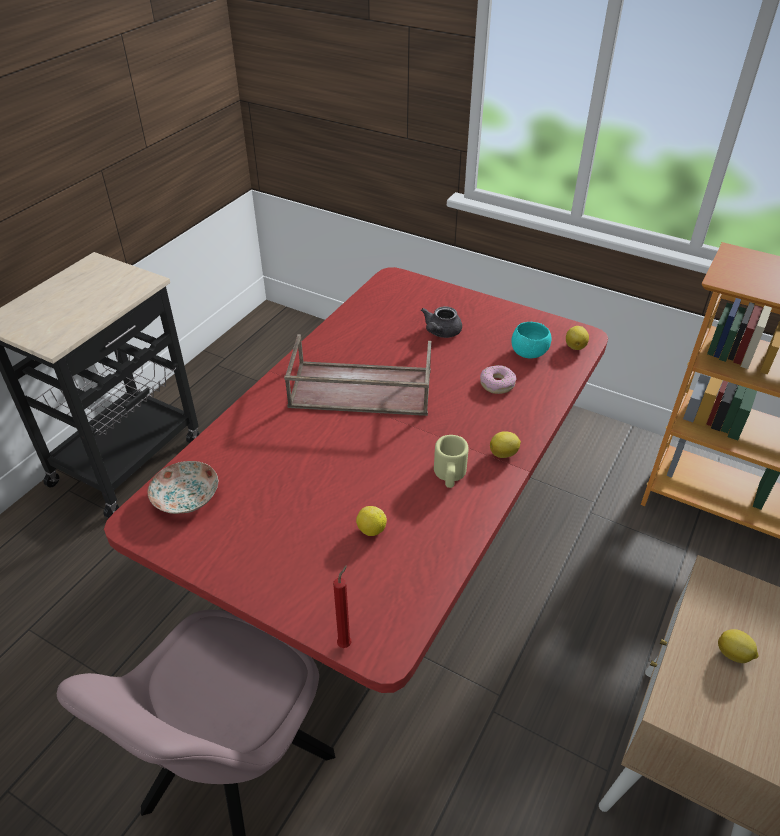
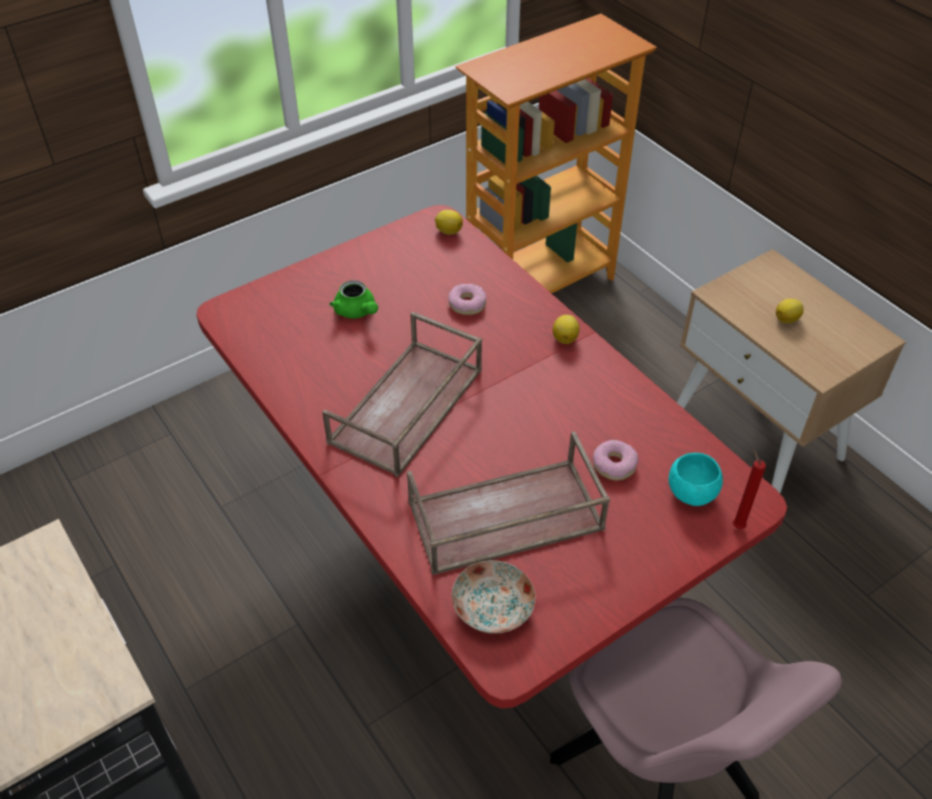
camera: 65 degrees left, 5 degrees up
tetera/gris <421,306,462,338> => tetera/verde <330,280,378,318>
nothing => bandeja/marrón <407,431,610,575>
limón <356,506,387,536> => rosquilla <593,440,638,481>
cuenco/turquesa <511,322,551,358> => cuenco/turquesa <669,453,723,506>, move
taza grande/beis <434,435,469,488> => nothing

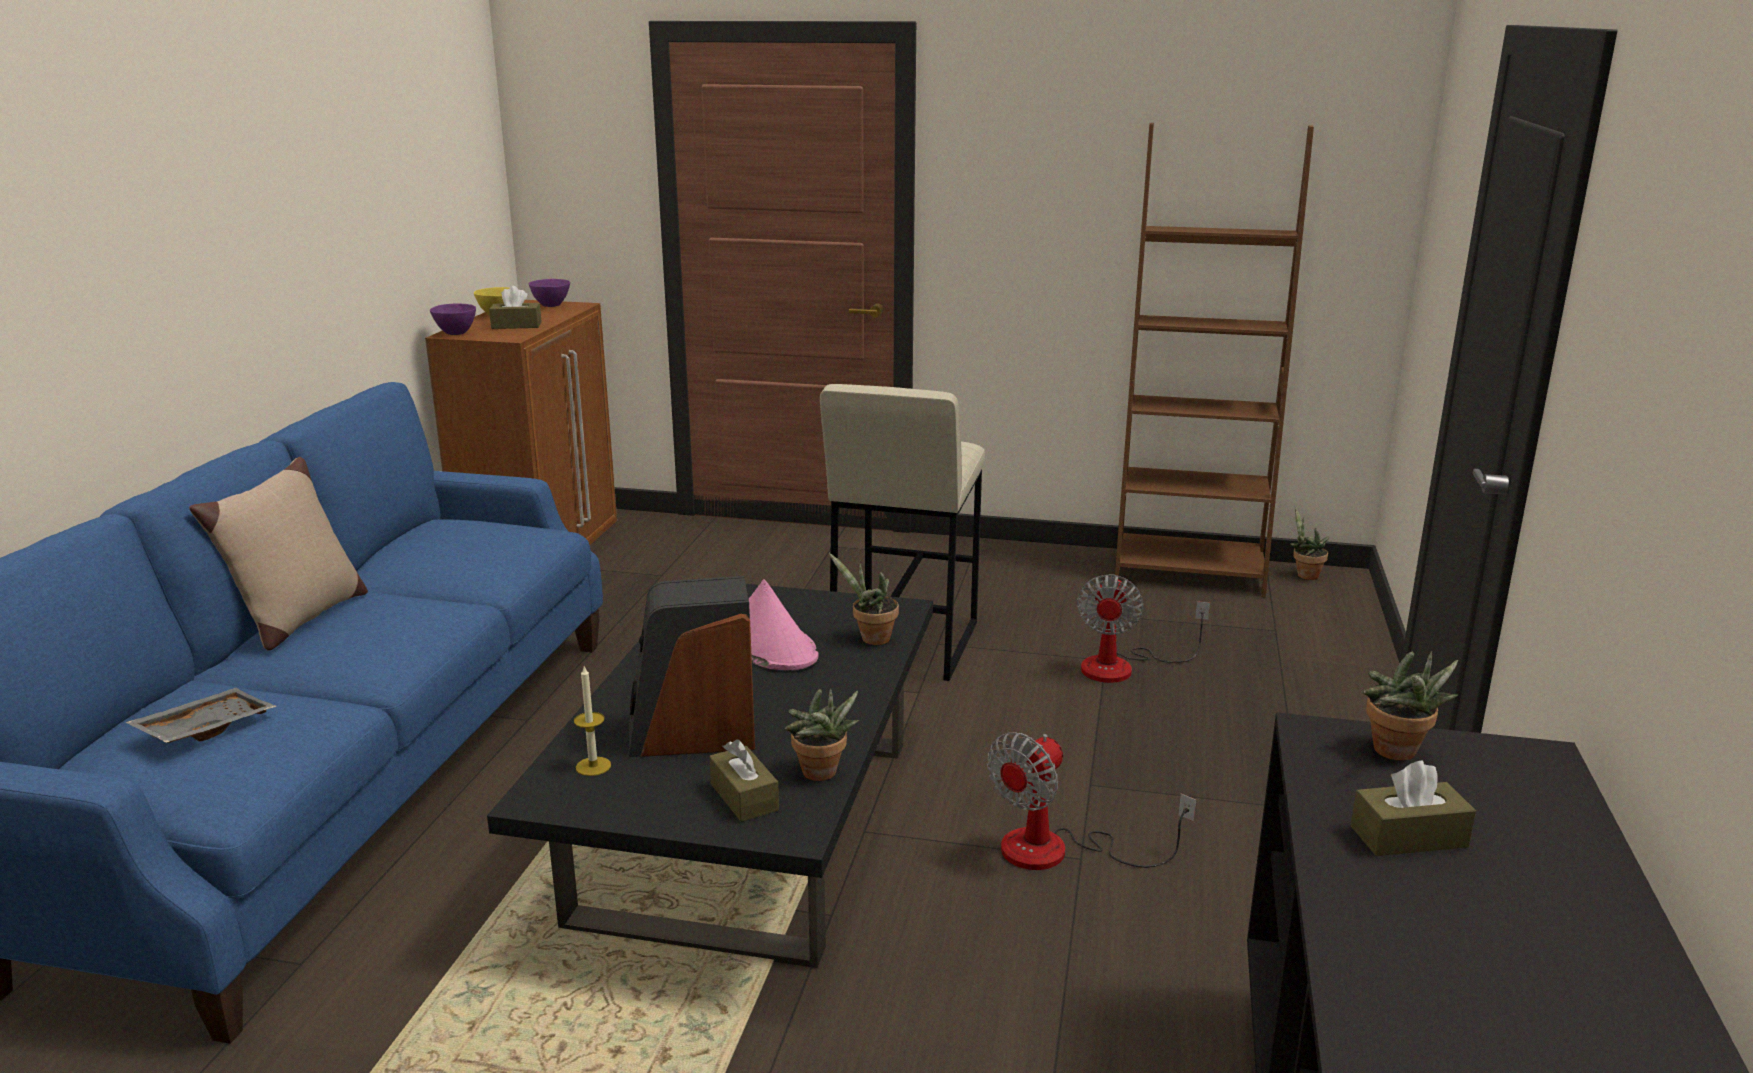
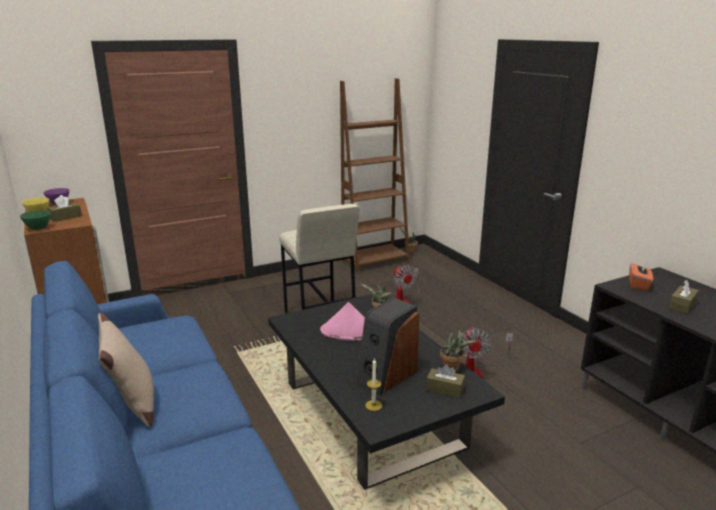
camera: 40 degrees left, 0 degrees up
cuenco/morado <430,304,476,335> => cuenco/verde <20,210,51,230>
planta en maceta <1363,652,1458,761> => caja de pañuelos/naranja <629,261,653,290>
bandeja/gris <125,688,277,743> => nothing

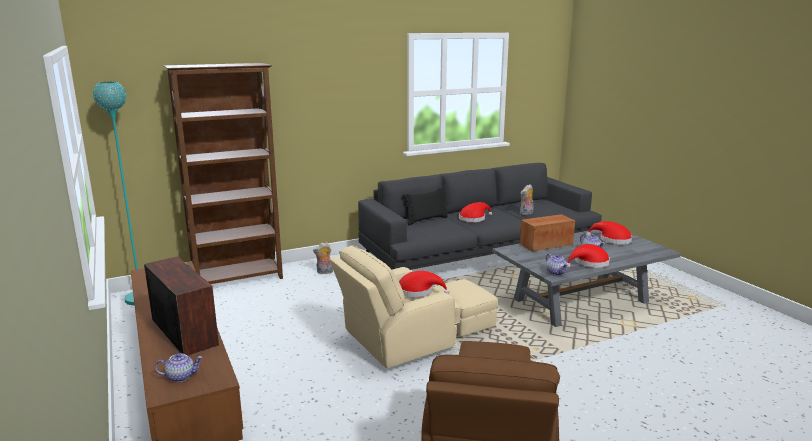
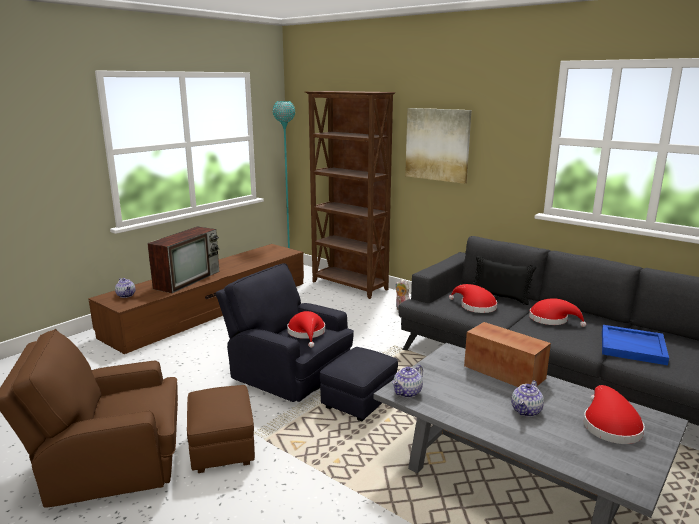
camera: 65 degrees right, 0 degrees up
sillón/beis <329,245,498,368> => sillón/negro <216,263,398,422>
nothing => cuadro <405,108,472,184>
sombrero/rojo <567,244,610,268> => sombrero/rojo <449,284,497,313>, move
peluche <520,184,534,215> => bandeja/azul <602,325,669,365>

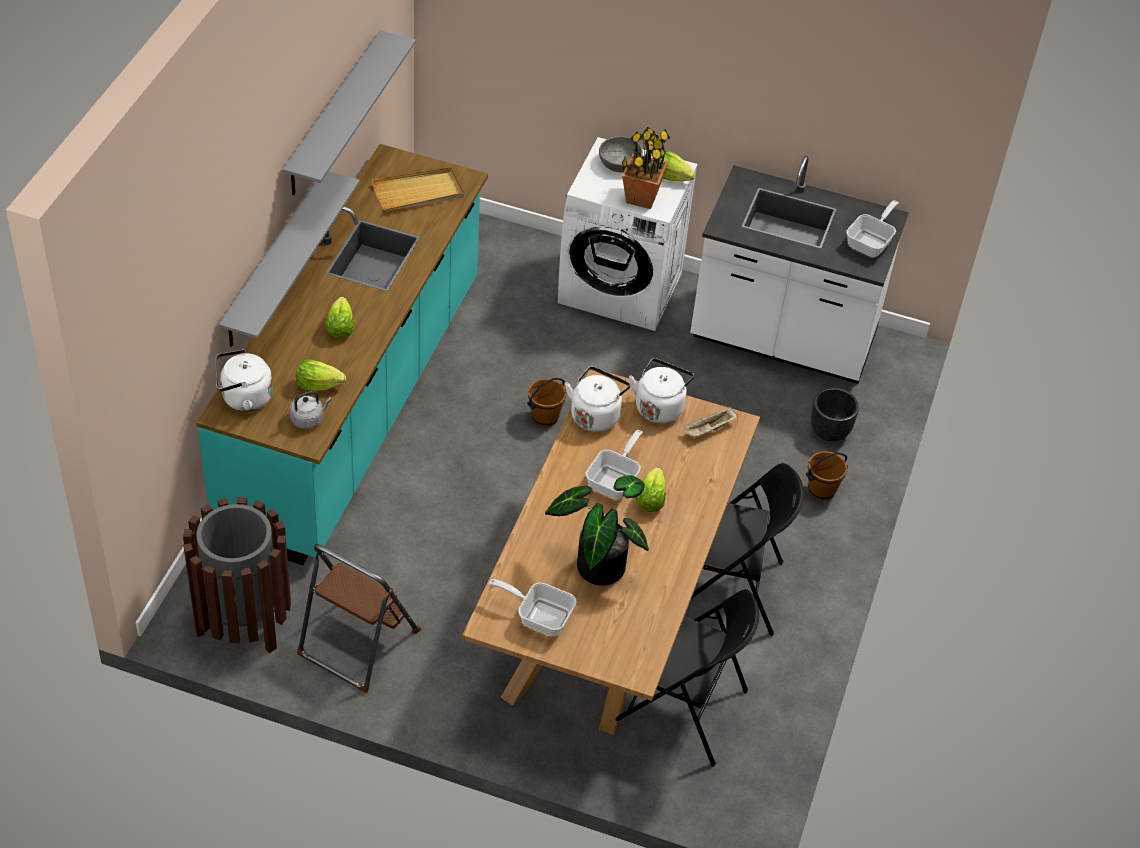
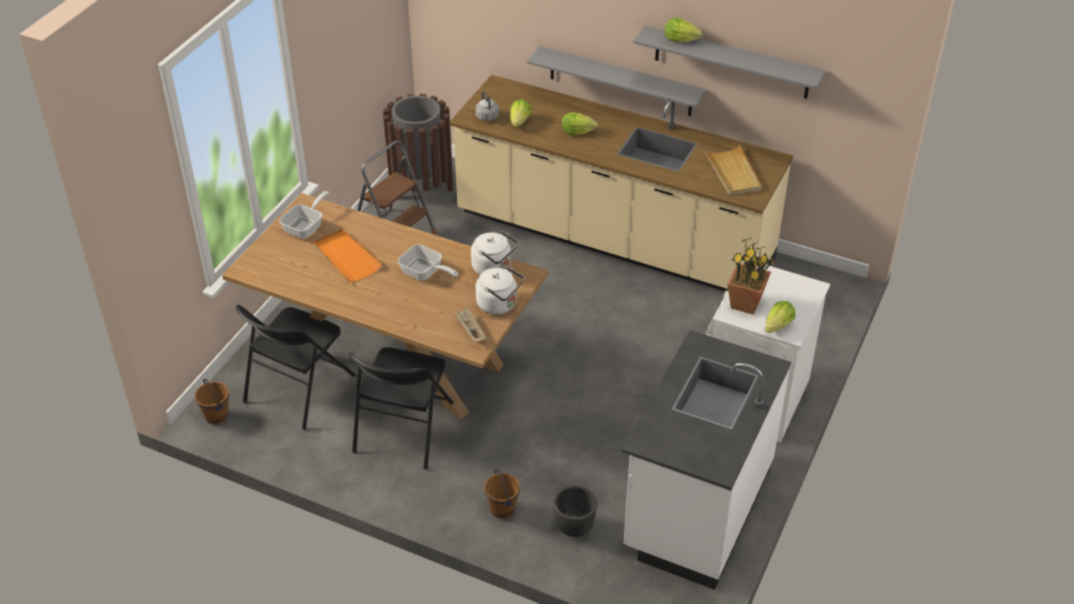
camera: 100 degrees right, 5 degrees down
cubo/marrón <527,378,566,427> => cubo/marrón <195,379,229,425>, move
planta en maceta <545,475,649,586> => bandeja/naranja <313,229,382,282>
mueble bajo de cocina/turquesa <196,144,488,565> => mueble bajo de cocina/beis <449,75,793,291>
lechuga <635,468,666,512> => lechuga <665,18,702,42>, move
hervidor/blanco <216,349,273,412> => nothing
cuenco/gris <599,136,643,172> => nothing
sartén <846,200,899,257> => nothing

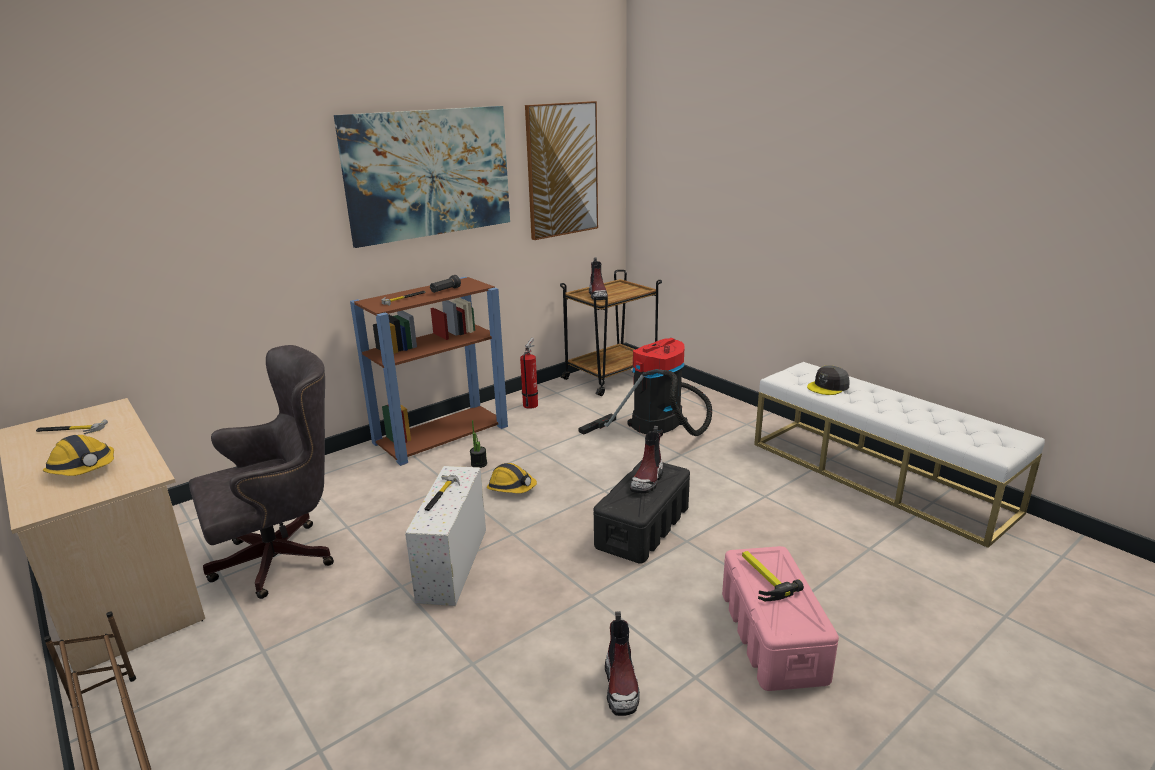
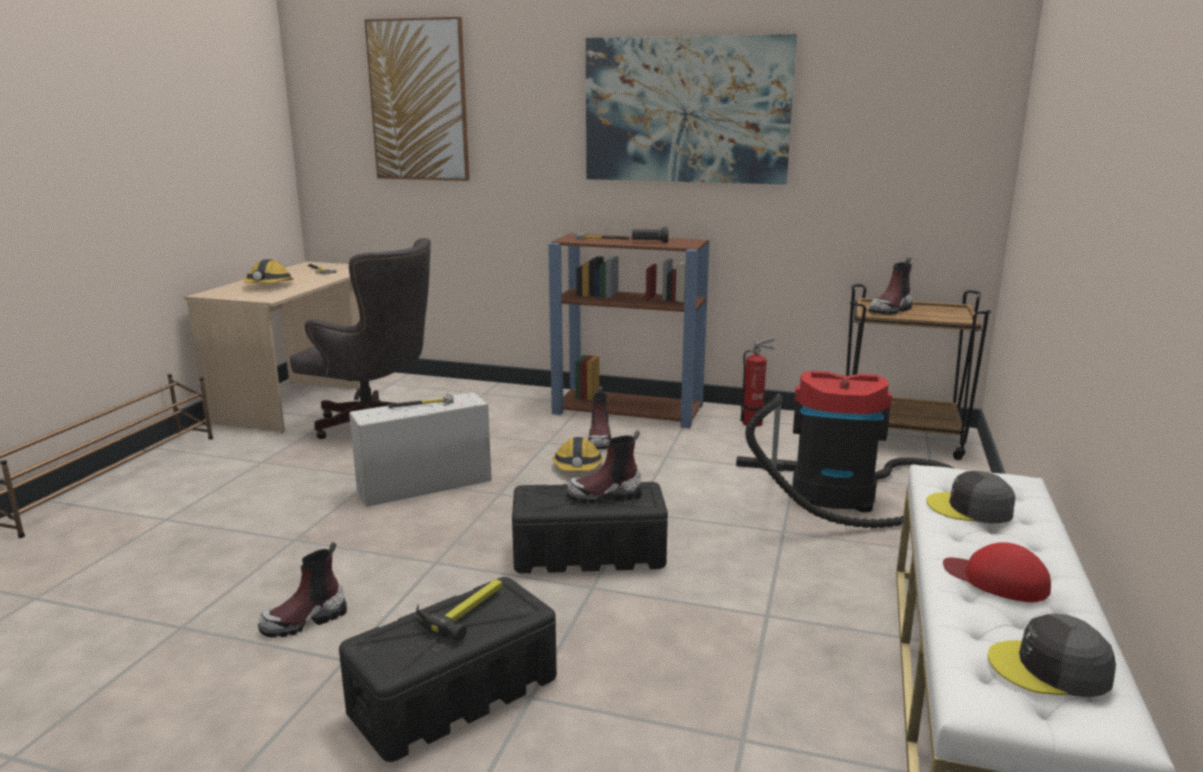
camera: 55 degrees right, 5 degrees down
caja de almacenaje/rosa <722,546,839,691> => caja de almacenaje/negro <339,577,557,762>
cuadro <525,101,598,240> => cuadro <364,17,470,181>, move
planta en maceta <470,420,487,468> => bota <588,386,611,450>
nothing => gorra/rojo <943,542,1051,602>
nothing => gorra/gris <988,613,1116,697>

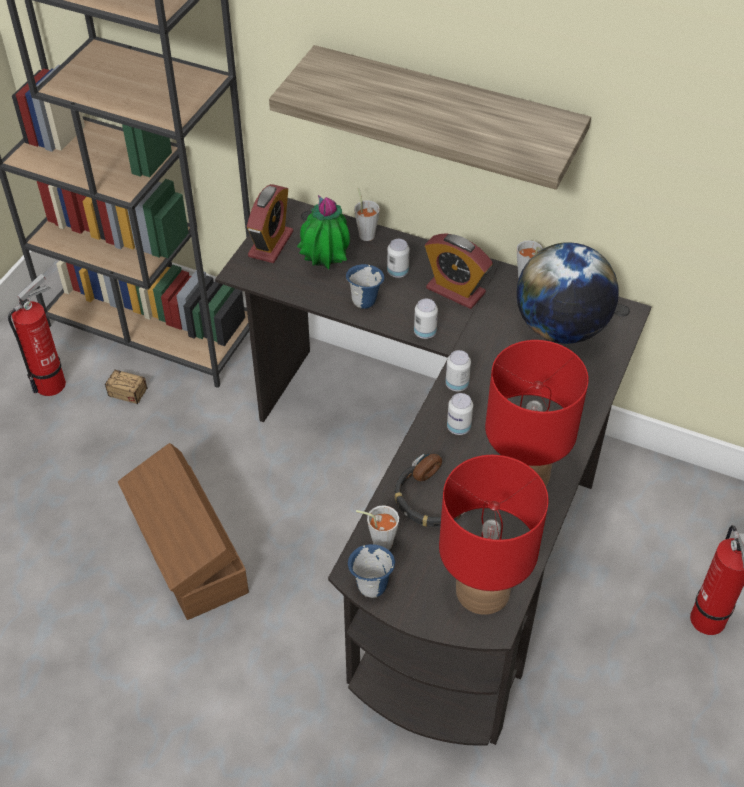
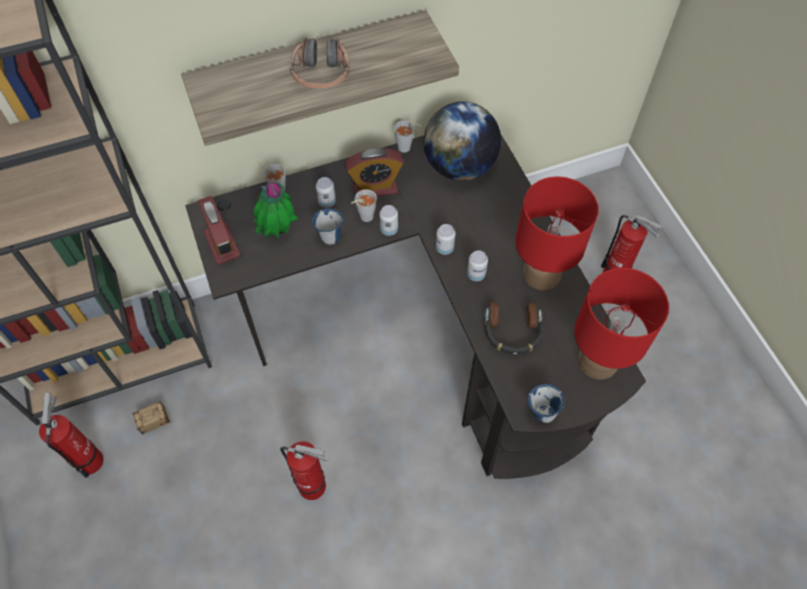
camera: 45 degrees left, 10 degrees up
caja de almacenaje/marrón <118,443,249,620> => extintor <280,441,329,500>
nothing => auriculares <290,37,350,89>
taza/gris <356,505,399,550> => taza/gris <351,189,377,222>, move

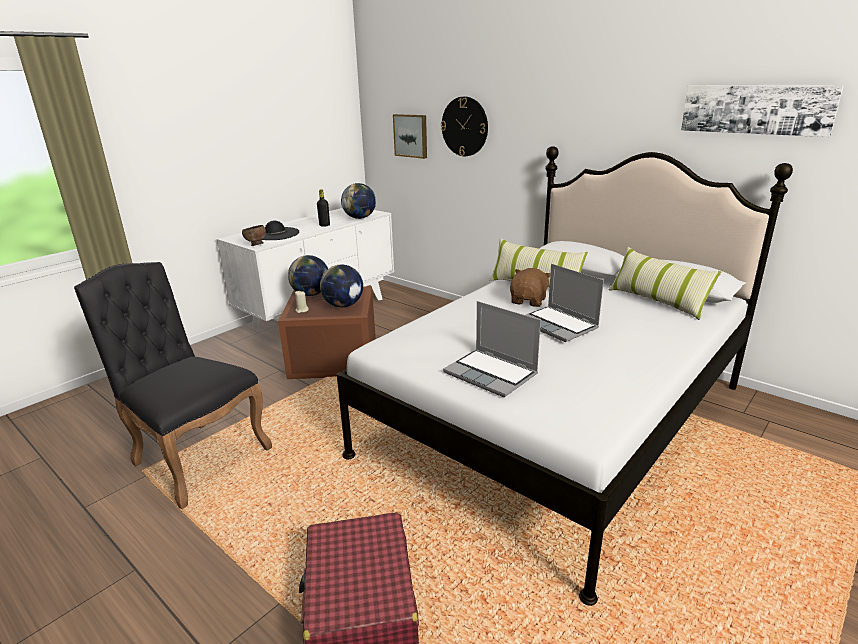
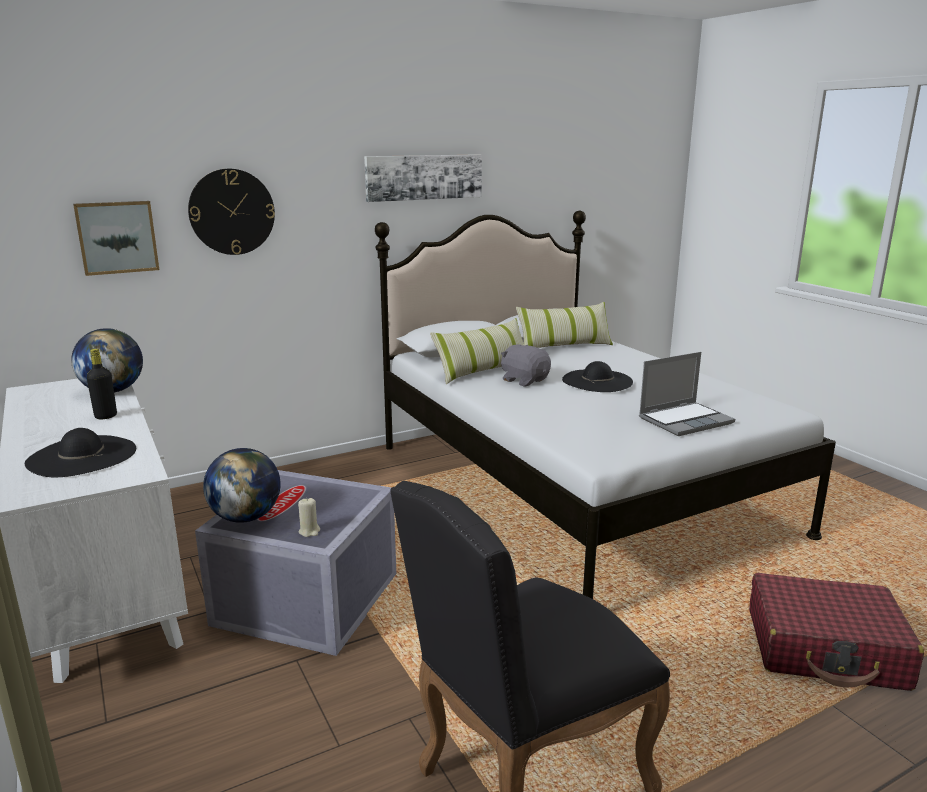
camera: 70 degrees left, 5 degrees down
caja de almacenaje/marrón <278,286,376,379> => caja de almacenaje/gris <195,470,396,656>
cuadro <681,85,844,137> => cuadro <364,155,482,202>, move
peluche/marrón <510,268,551,307> => peluche/gris <501,344,551,386>
portátil <526,264,604,342> => sombrero/negro <562,361,633,392>
cuenco/marrón <242,225,266,246> => nothing
globo terráqueo <320,265,363,307> => nothing

